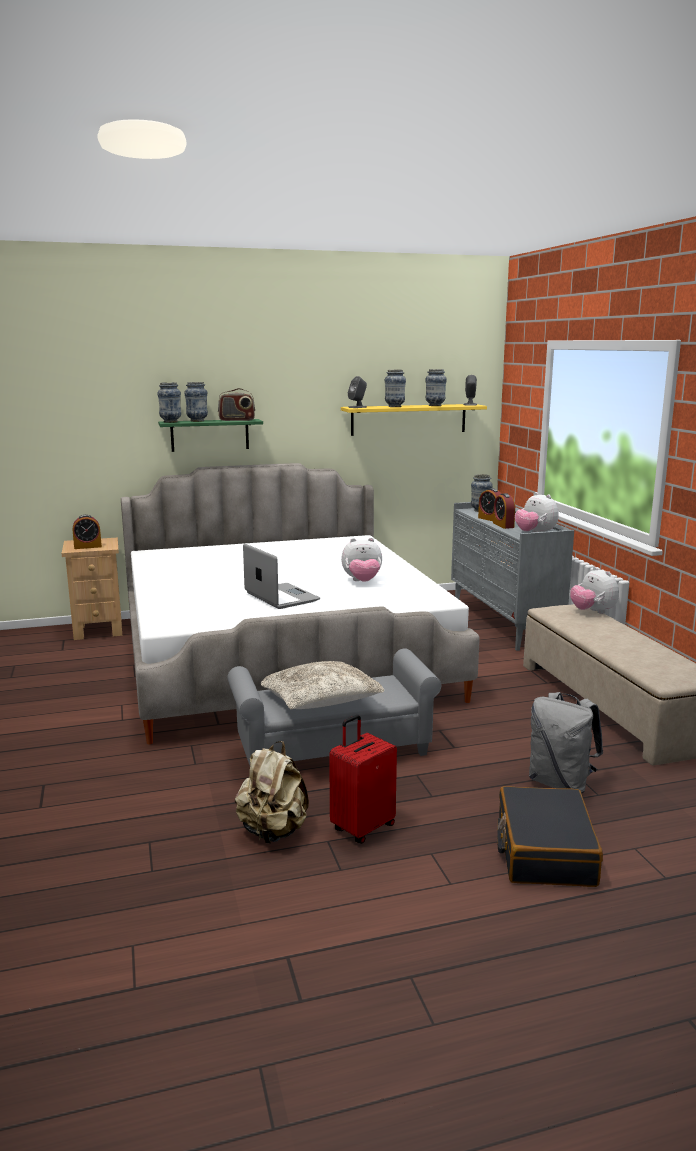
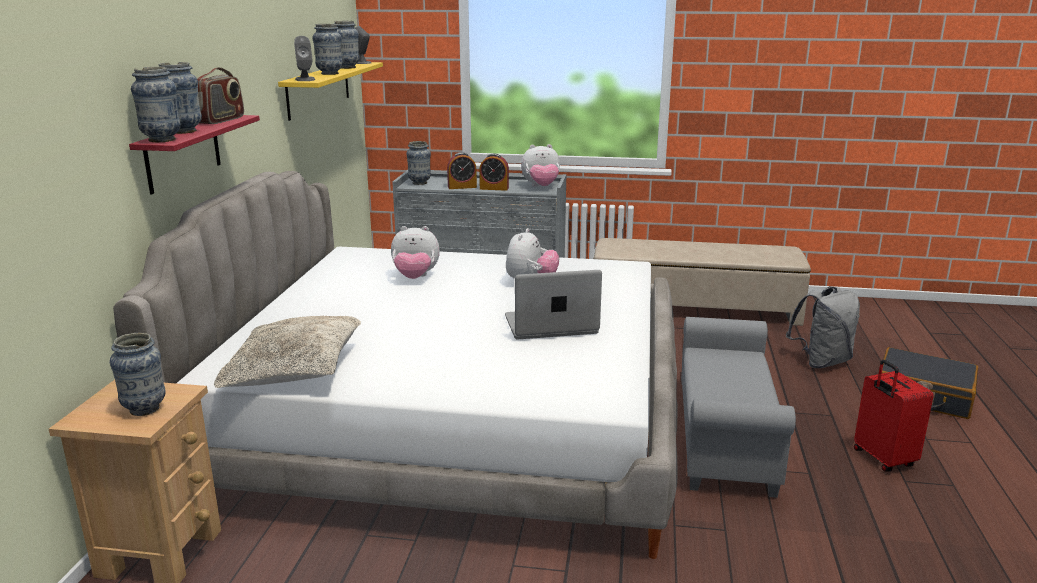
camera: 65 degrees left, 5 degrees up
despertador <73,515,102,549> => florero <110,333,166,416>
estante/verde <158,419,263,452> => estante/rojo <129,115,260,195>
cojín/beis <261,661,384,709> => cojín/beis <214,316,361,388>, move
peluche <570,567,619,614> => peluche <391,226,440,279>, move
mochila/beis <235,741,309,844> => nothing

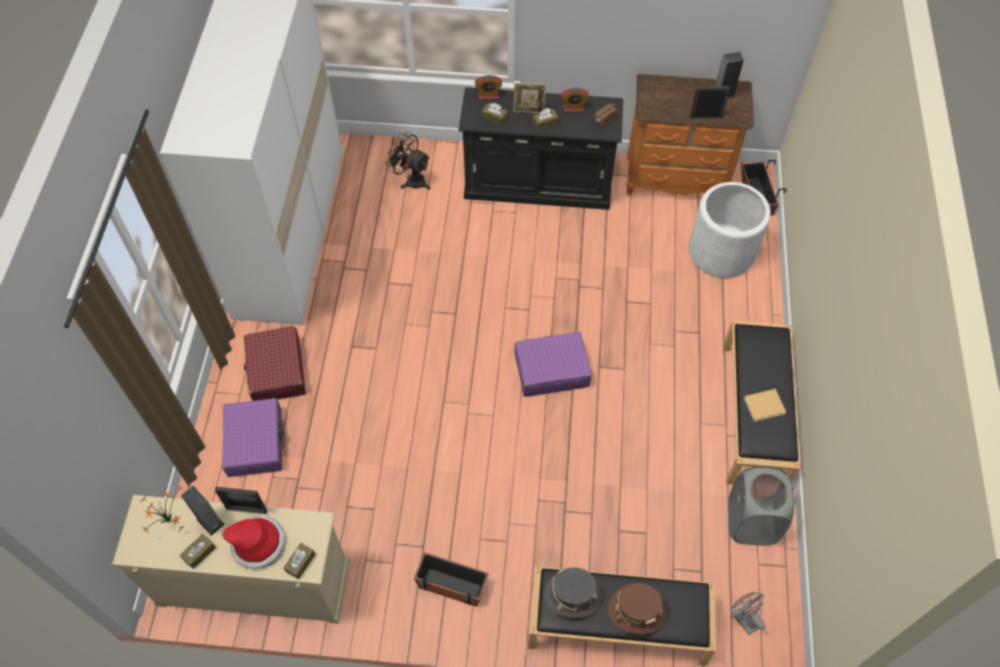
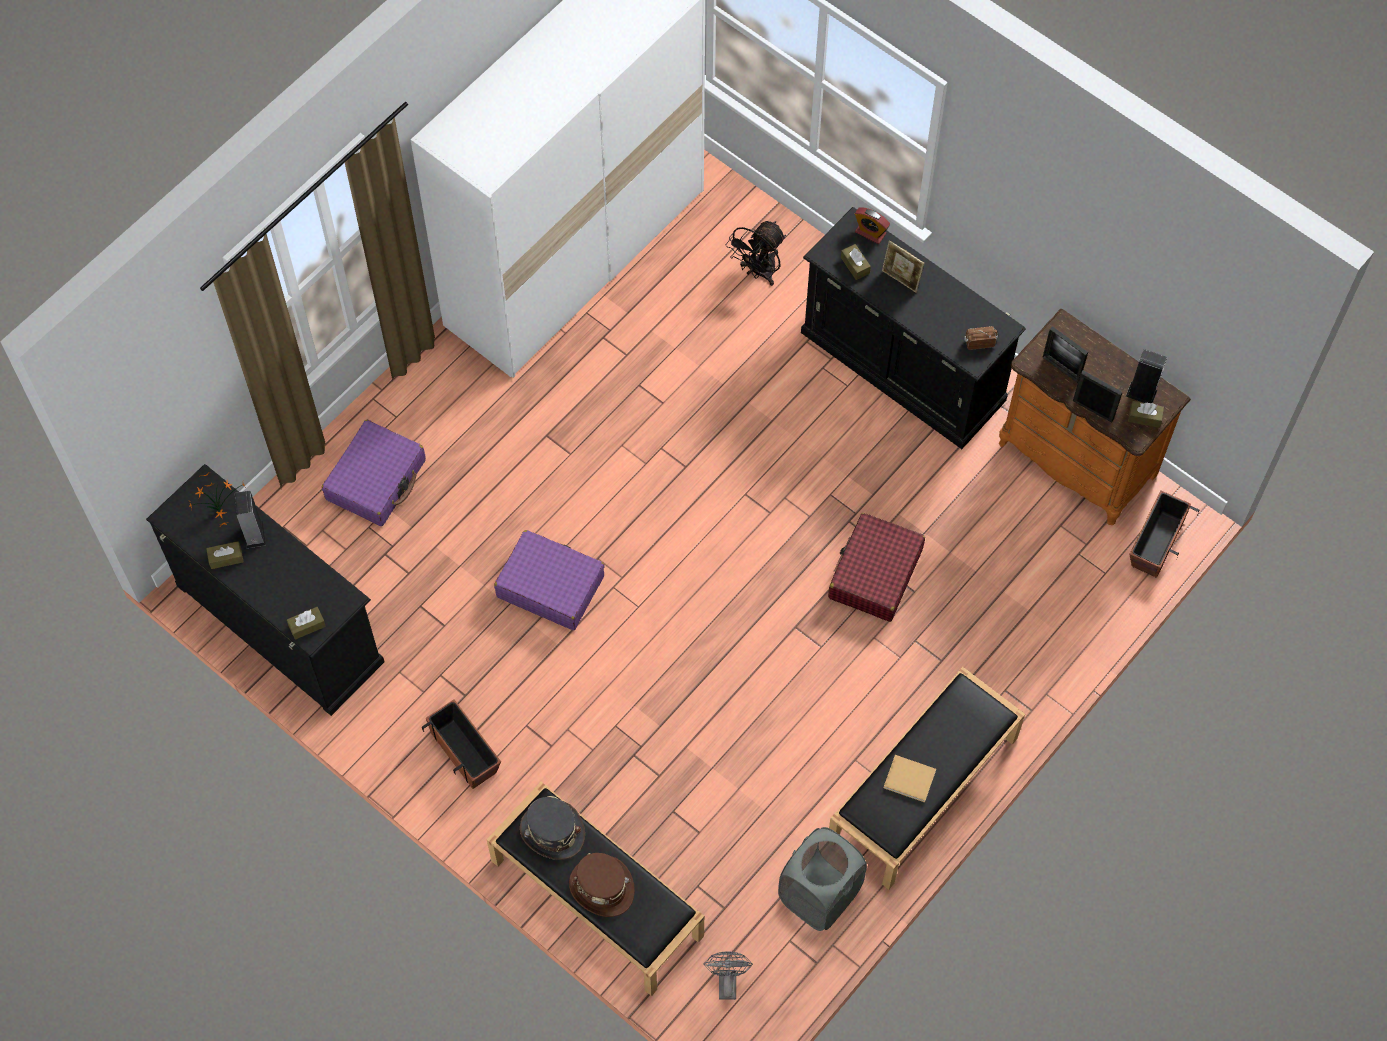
camera: 35 degrees right, 5 degrees up
armario/beis <112,495,350,624> => armario/negro <146,464,384,716>
maleta/morado <514,332,592,397> => maleta/morado <494,530,605,630>, move
ventilador/negro <385,132,430,190> => ventilador/negro <726,221,786,286>, 120 degrees counterclockwise
maleta/rojo <244,326,306,401> => maleta/rojo <828,513,925,622>, move
portarretratos <215,487,267,514> => portarretratos <1042,326,1088,383>, move
caja de pañuelos/marrón <533,108,558,130> => caja de pañuelos/marrón <1128,401,1164,428>, move
sombrero <222,516,286,569> => nothing
despertador <561,88,589,113> => nothing
maceta/blanco <689,182,771,278> => nothing

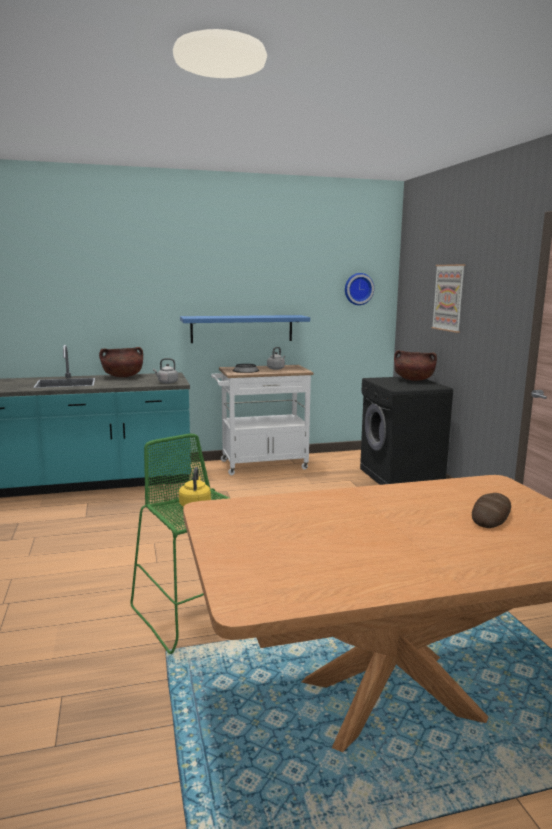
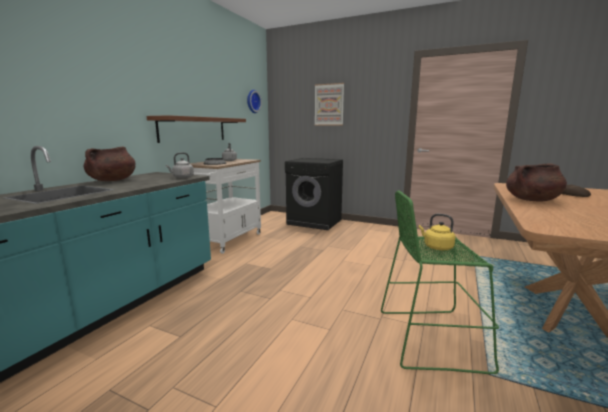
camera: 50 degrees left, 0 degrees up
estante/azul <180,315,310,343> => estante/marrón <146,115,246,143>
olla/marrón <394,350,437,381> => olla/marrón <506,163,567,201>, move

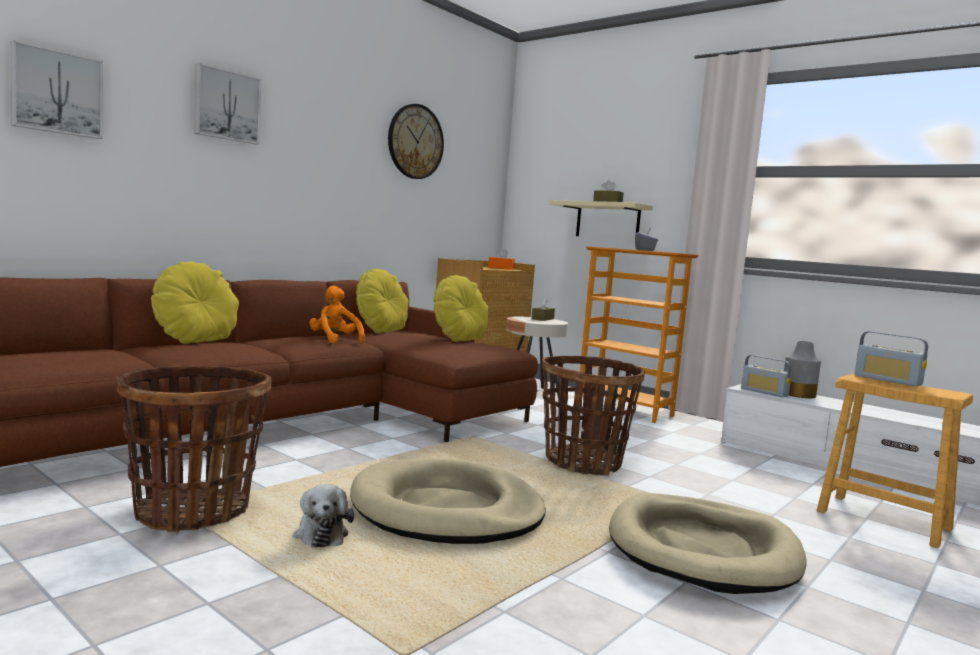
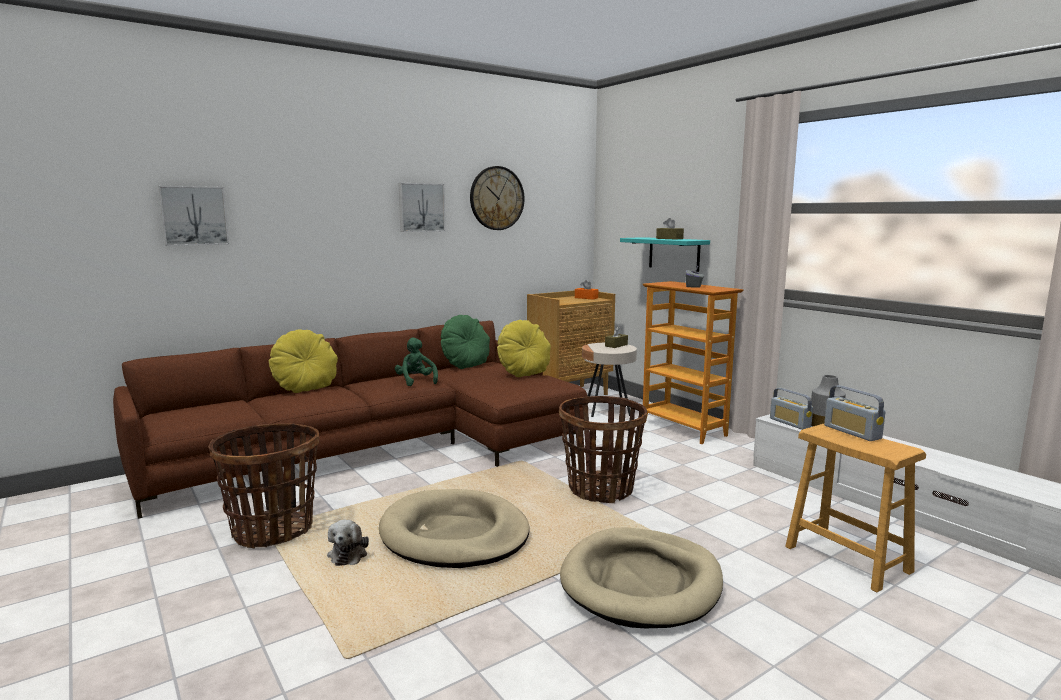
camera: 15 degrees right, 5 degrees up
peluche/naranja <309,286,365,344> => peluche/verde <395,337,438,386>
cuadro <194,63,261,144> => cuadro <398,183,446,232>, move
cojín/amarillo <356,269,408,334> => cojín/verde <441,315,490,369>
estante/beis <549,200,653,236> => estante/turquesa <620,237,710,272>

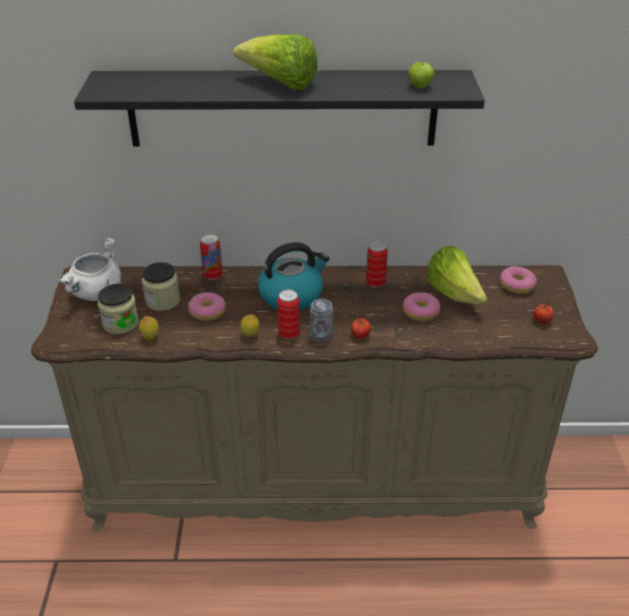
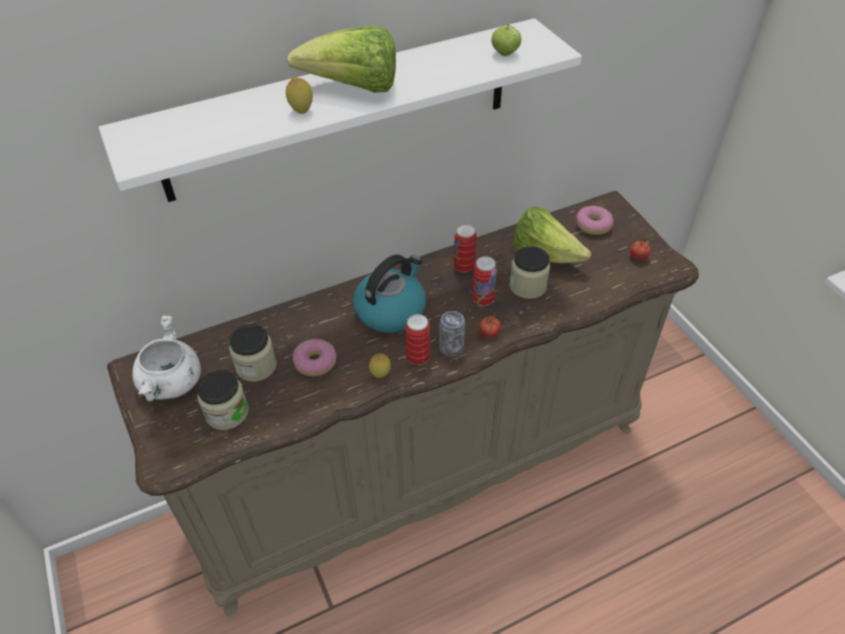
camera: 25 degrees left, 10 degrees up
estante/negro <74,70,485,146> => estante/blanco <98,18,582,202>
limón <139,316,159,341> => limón <286,77,313,114>, move
lata <200,234,223,280> => lata <472,256,497,306>, move
rosquilla <403,293,440,321> => tarro <509,246,550,299>

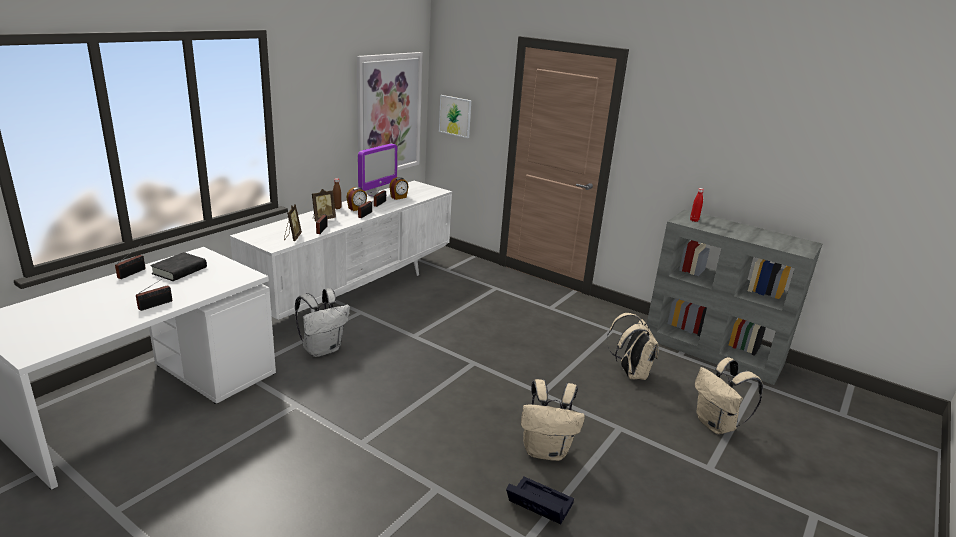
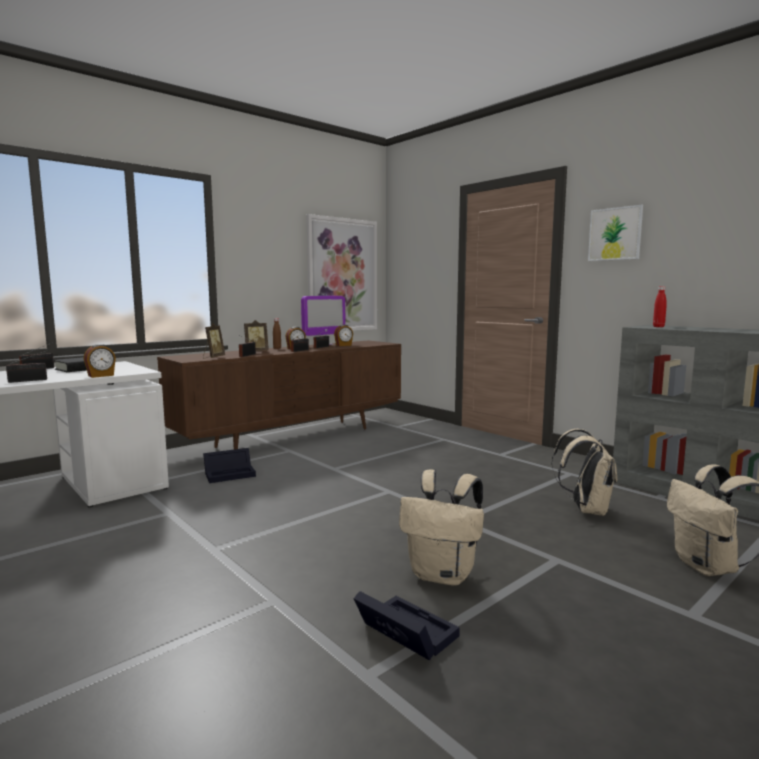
camera: 15 degrees right, 15 degrees down
nothing => despertador <84,344,116,378>
armario/blanco <230,181,452,320> => armario/marrón <157,340,401,449>
mochila/blanco <295,288,349,357> => caja de almacenaje/negro <203,448,256,483>
cuadro <439,95,471,138> => cuadro <588,205,643,261>, move

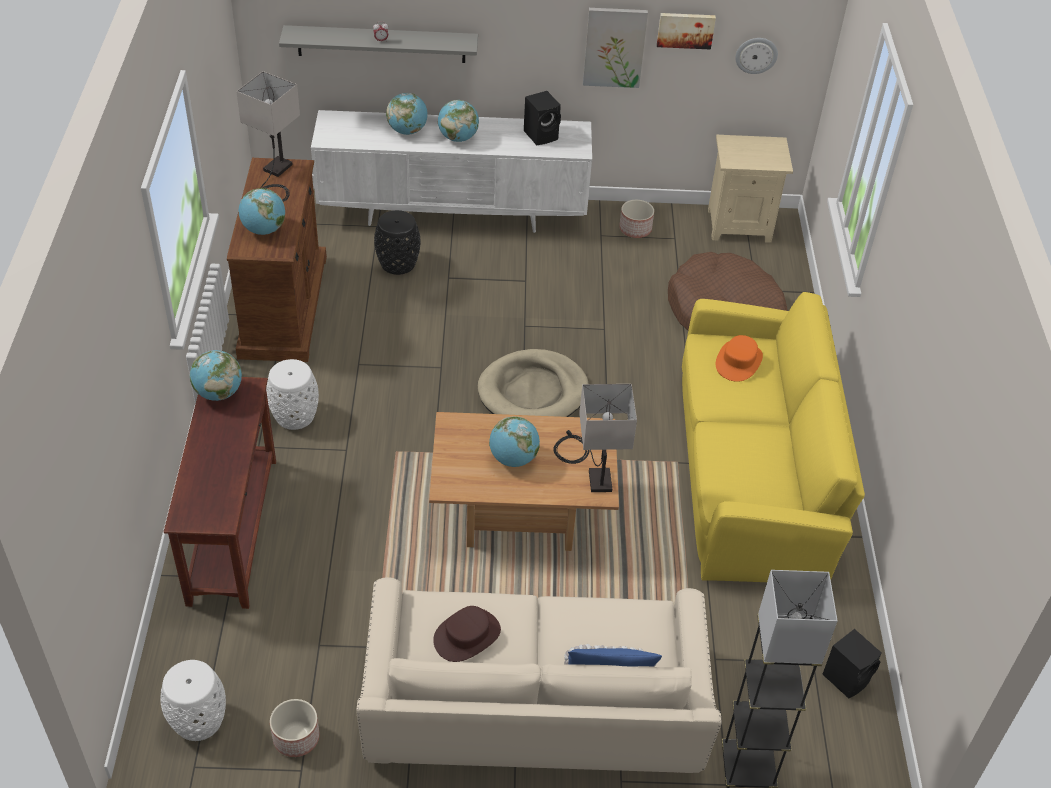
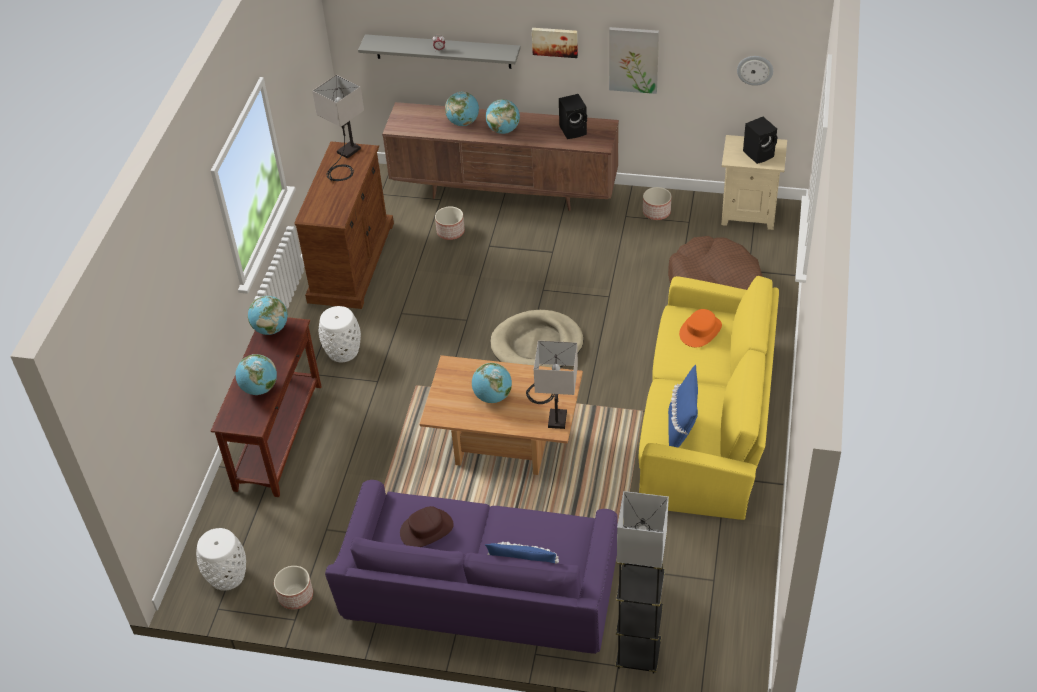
camera: 15 degrees right, 0 degrees up
globo terráqueo <239,188,285,235> => globo terráqueo <236,354,277,395>, move
sofá/beis <356,577,722,773> => sofá/morado <325,480,617,654>
armario/blanco <311,110,592,233> => armario/marrón <382,102,619,211>
taburete/negro <374,210,421,275> => maceta <435,207,465,240>
cuadro <657,13,716,50> => cuadro <532,28,578,58>, move
nothing => cojín/azul <668,365,698,448>
altavoz/negro <823,629,882,699> => altavoz/negro <743,117,778,164>, move

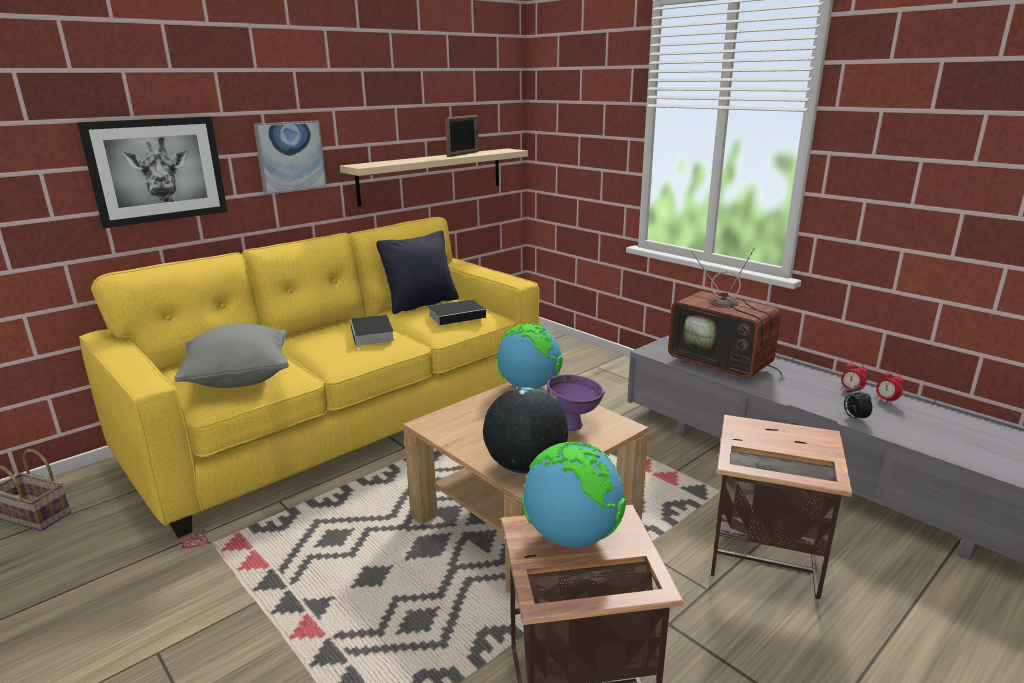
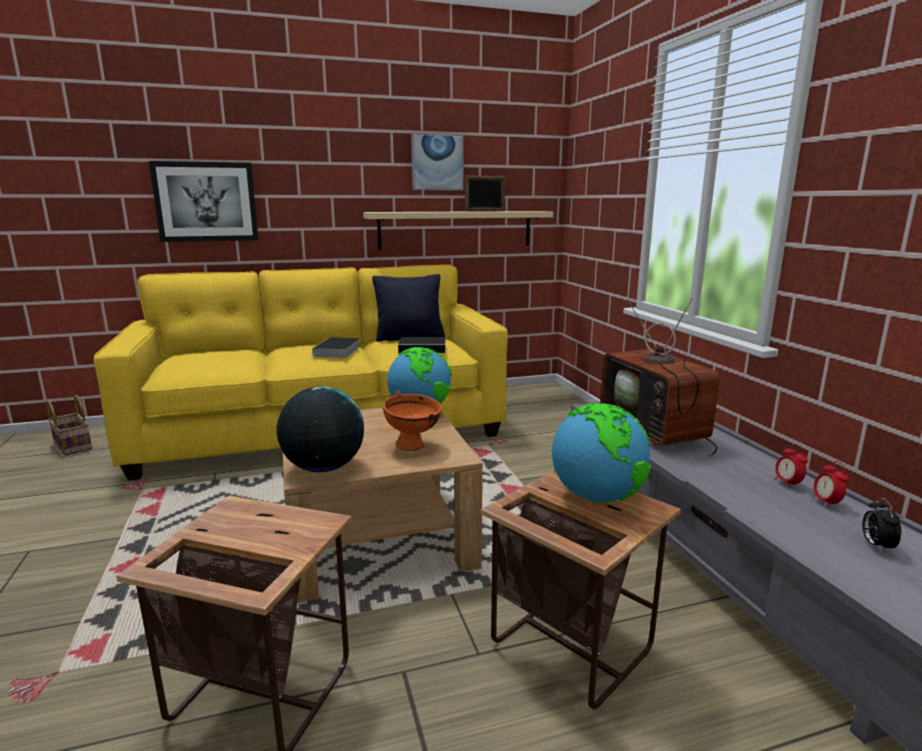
camera: 25 degrees right, 5 degrees down
cuenco/morado <547,374,605,431> => cuenco/naranja <383,391,442,451>
cuadro <253,121,327,194> => cuadro <411,133,464,190>, move
globo terráqueo <521,442,626,547> => globo terráqueo <551,403,651,503>, move
despertador <844,385,872,423> => despertador <862,498,901,553>, move
cojín/gris <174,324,289,388> => nothing

